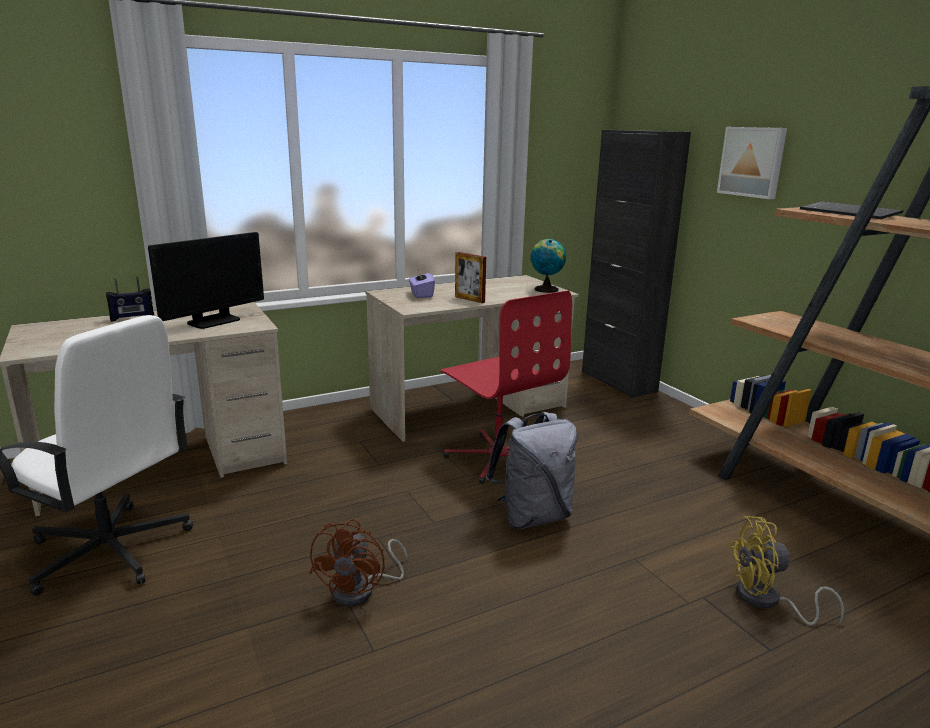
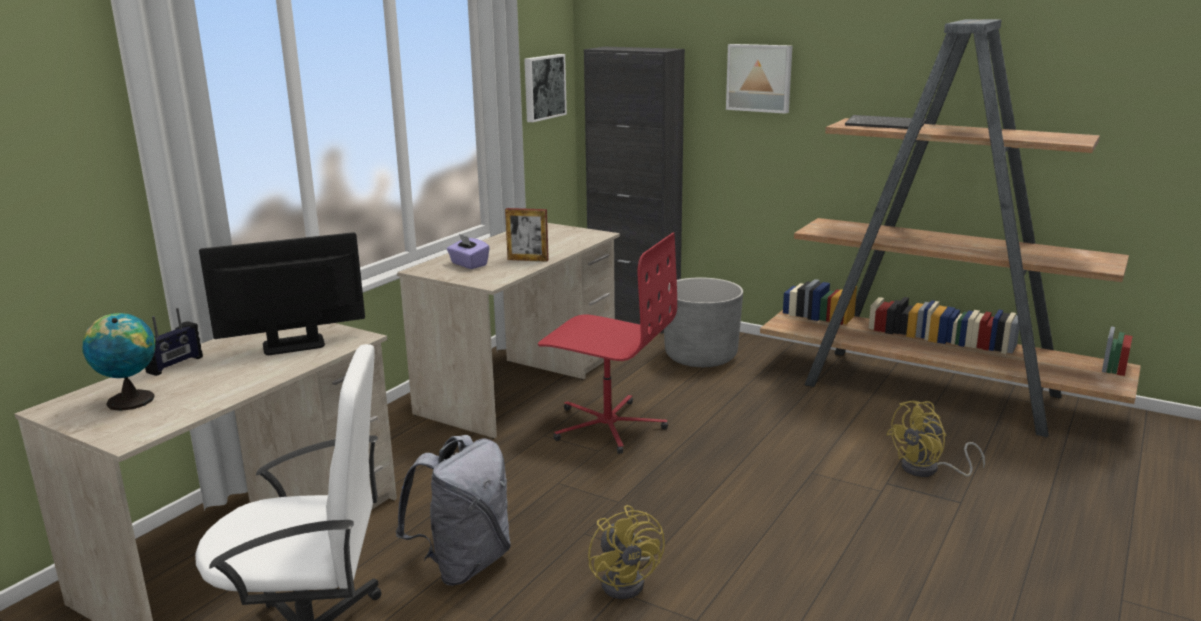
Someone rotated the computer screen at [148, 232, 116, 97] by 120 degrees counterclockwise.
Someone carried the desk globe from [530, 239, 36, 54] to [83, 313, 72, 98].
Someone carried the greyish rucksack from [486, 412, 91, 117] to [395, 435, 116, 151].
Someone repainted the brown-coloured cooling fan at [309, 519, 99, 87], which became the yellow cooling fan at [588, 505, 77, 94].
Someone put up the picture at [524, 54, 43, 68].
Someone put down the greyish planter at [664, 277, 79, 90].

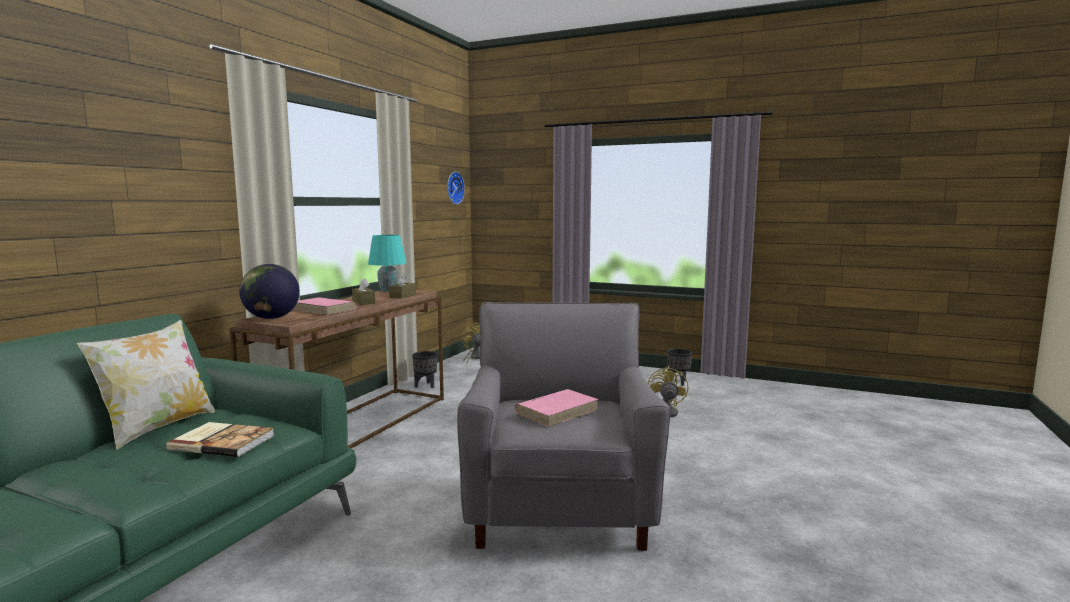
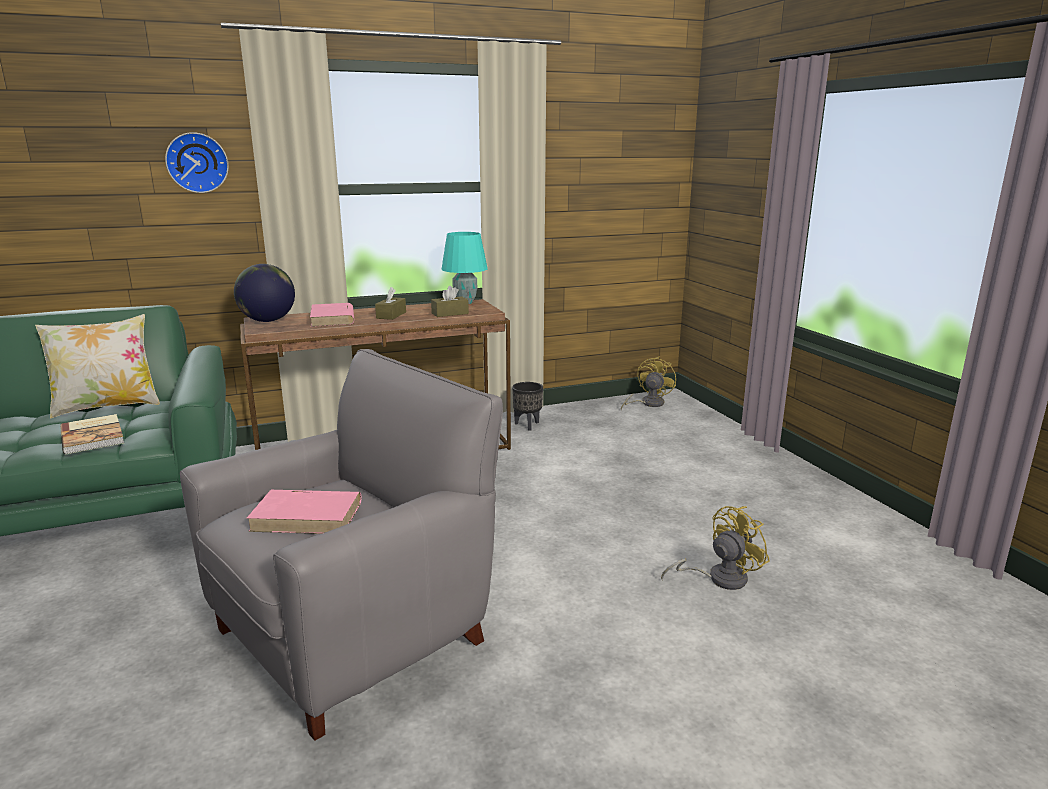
Someone carried the wall clock from [447, 172, 18, 33] to [165, 132, 64, 61].
Someone took away the blackish planter at [667, 348, 25, 38].

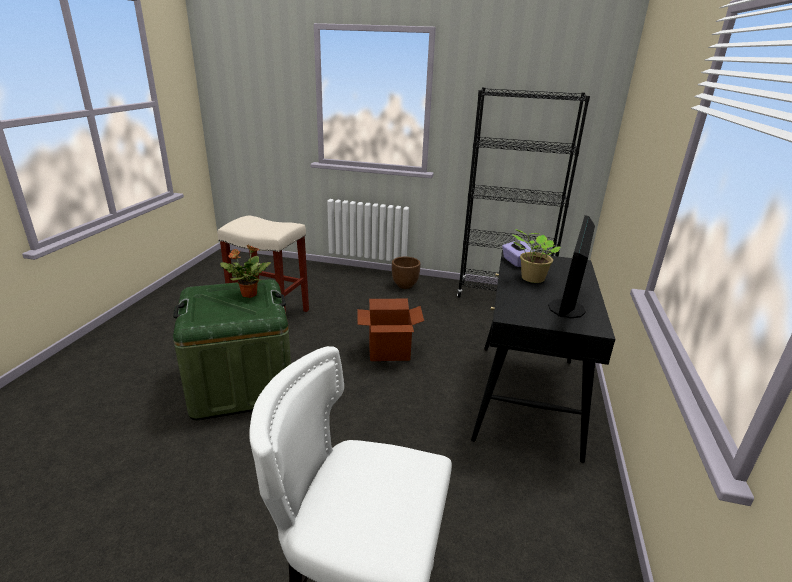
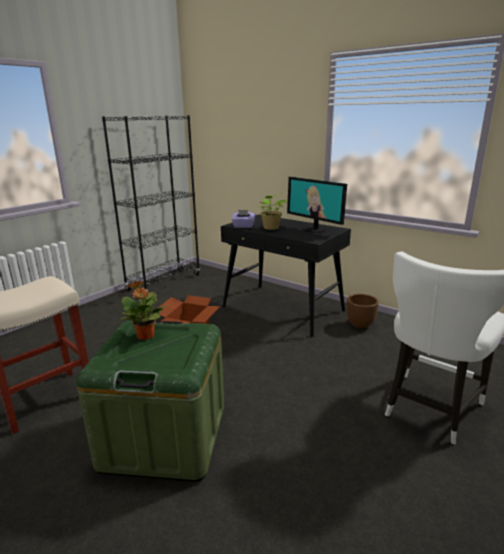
Someone carried the brown-coloured planter from [392, 257, 29, 32] to [347, 294, 32, 35].

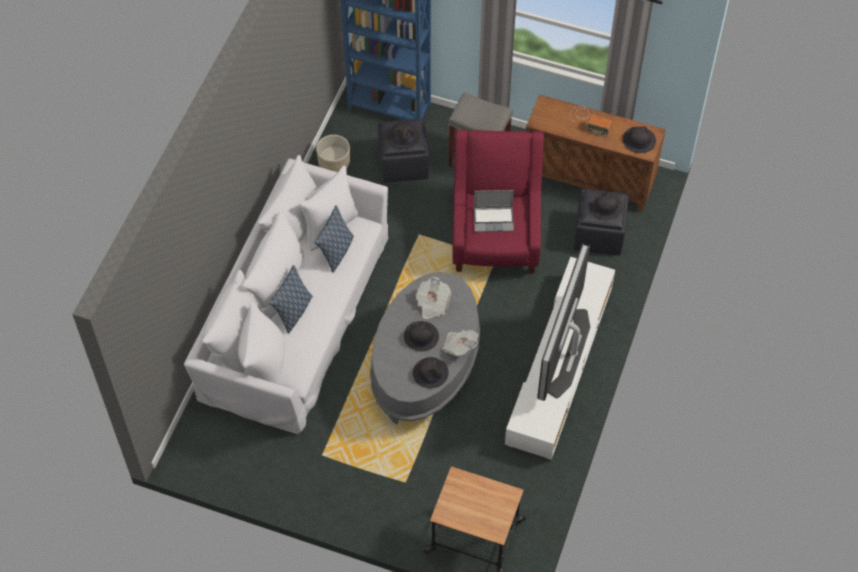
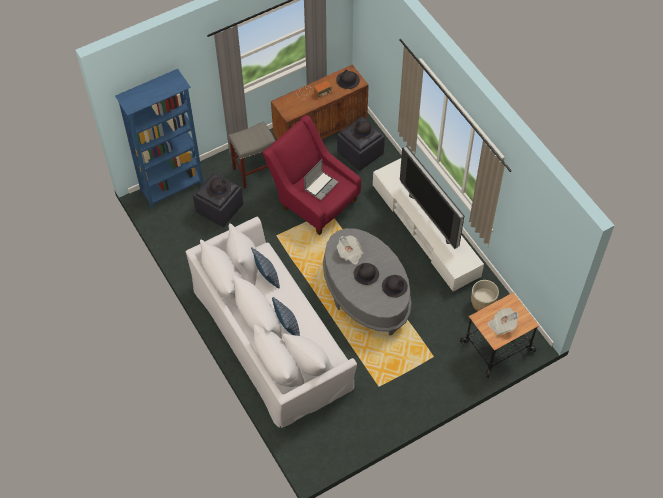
Someone carried the beige-coloured planter from [316, 135, 34, 37] to [471, 280, 28, 31].
Someone carried the printed paper from [442, 330, 37, 26] to [488, 308, 31, 27].

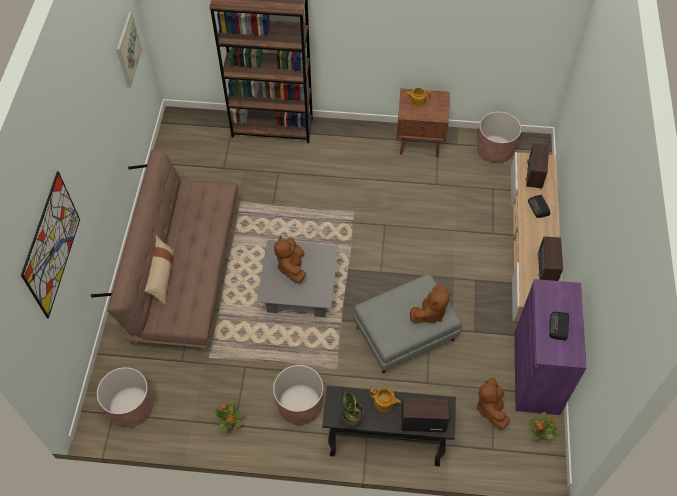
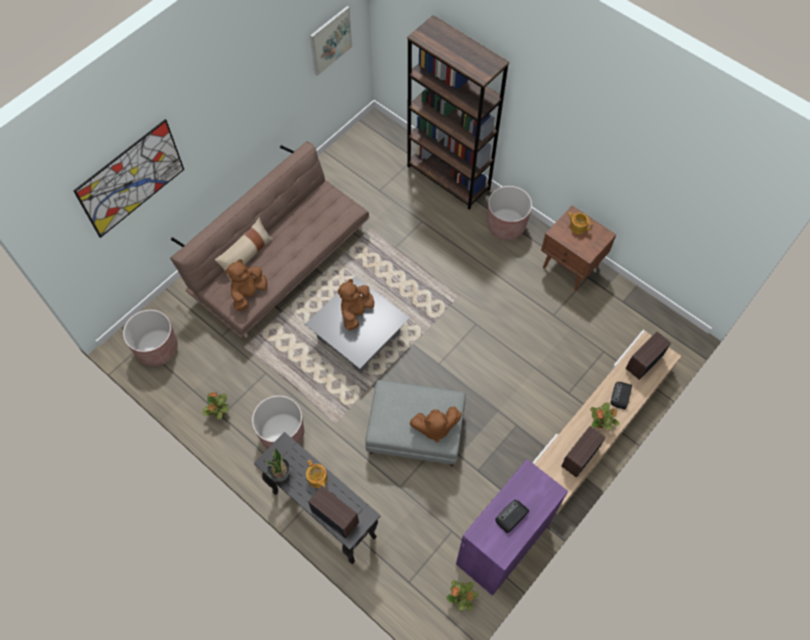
Someone carried the brown-coloured planter from [477, 111, 44, 52] to [487, 186, 45, 54].
Someone carried the brown-coloured soft toy from [476, 378, 34, 51] to [225, 259, 42, 52].
Someone put down the potted plant at [590, 403, 30, 27].

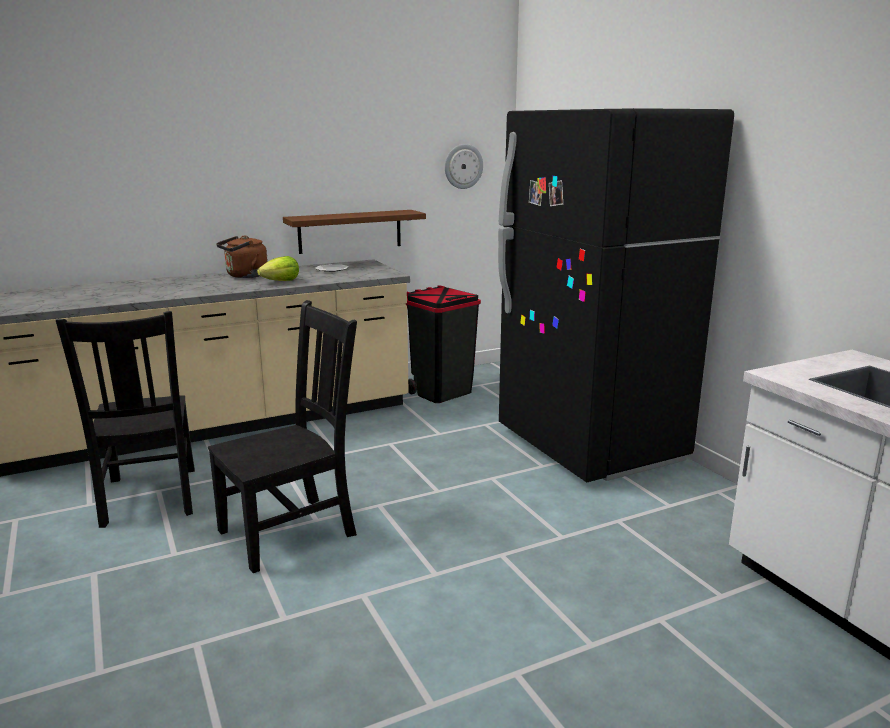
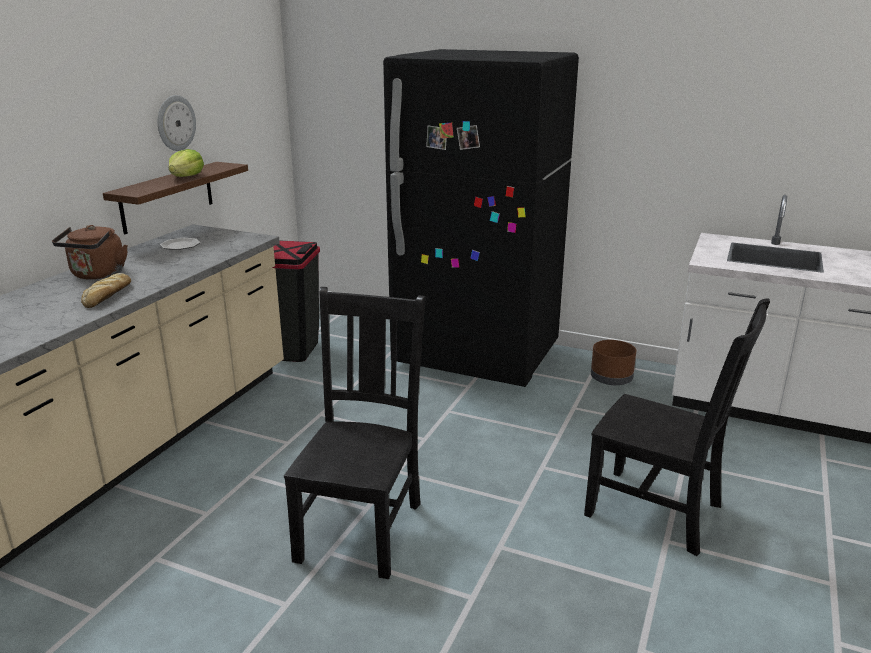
Someone carried the wall clock from [445, 144, 38, 45] to [158, 95, 38, 56].
Someone carried the lettuce from [257, 256, 42, 25] to [169, 149, 35, 28].
Someone carried the blackish plain chair from [56, 311, 139, 217] to [584, 298, 186, 258].
Someone put down the bakery bread at [81, 273, 50, 35].
Someone put down the brown-coloured planter at [591, 340, 45, 45].

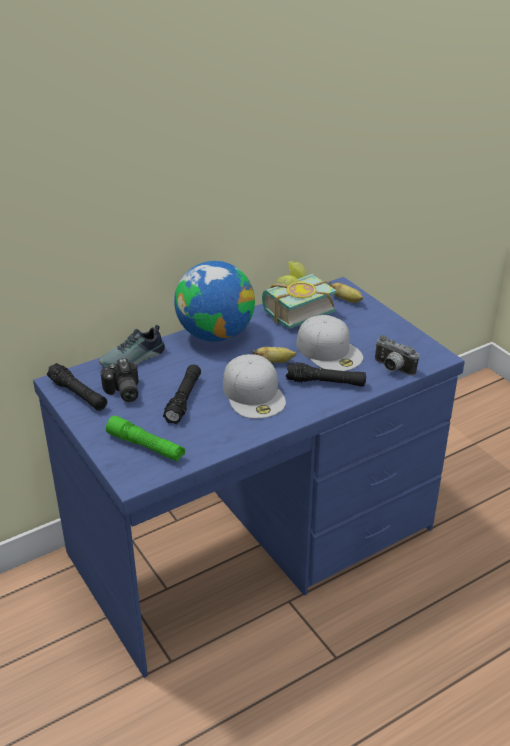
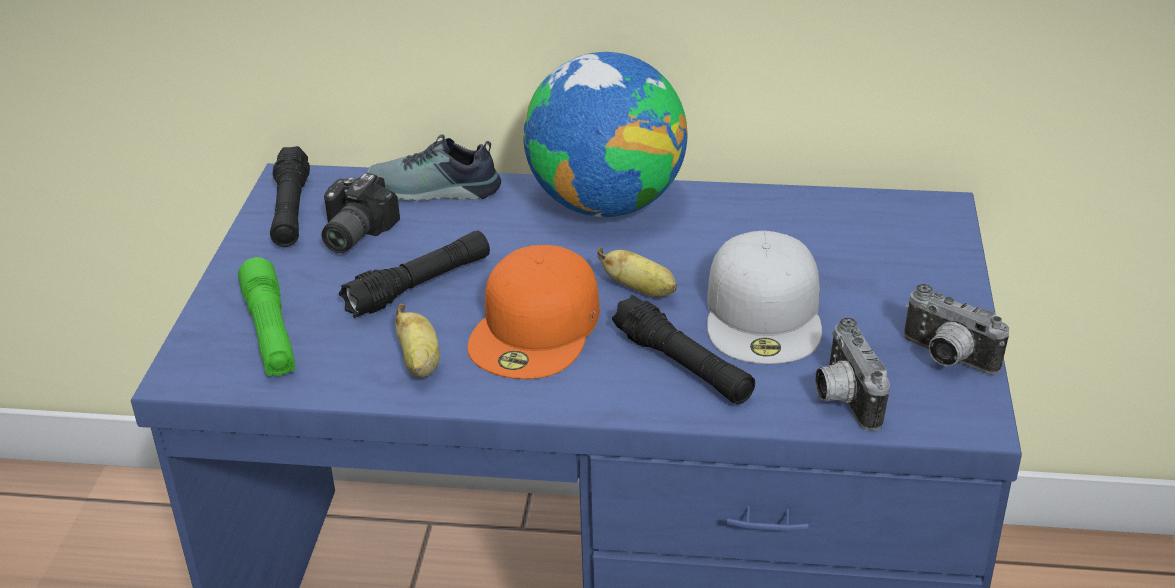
Someone took away the book at [262, 261, 75, 68].
Someone carried the whole banana from [329, 281, 34, 22] to [396, 304, 44, 74].
Someone repainted the whitish cap at [223, 354, 63, 65], which became the orangey cap at [467, 245, 133, 134].
Someone put down the photo camera at [904, 284, 105, 91].

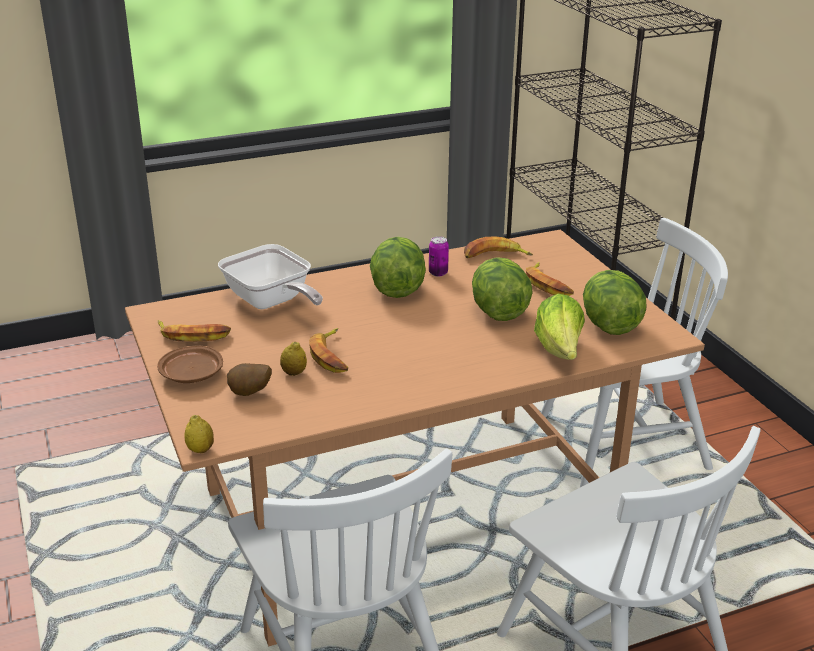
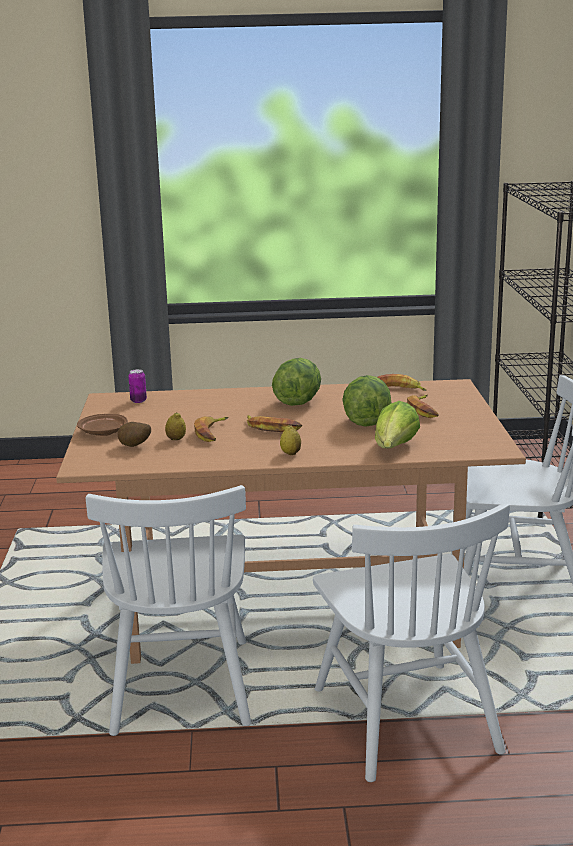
Someone carried the sealed can from [429, 236, 20, 40] to [128, 369, 19, 34].
Someone took away the pan at [218, 244, 105, 65].
Someone took away the lettuce at [583, 270, 64, 65].
Someone carried the whole banana from [158, 320, 73, 22] to [247, 415, 55, 17].
Someone carried the citrus fruit from [184, 415, 30, 38] to [280, 425, 21, 30].

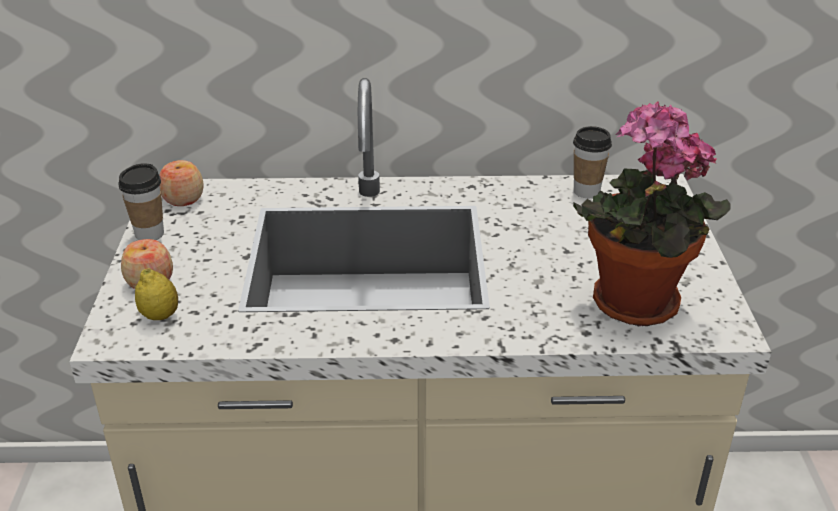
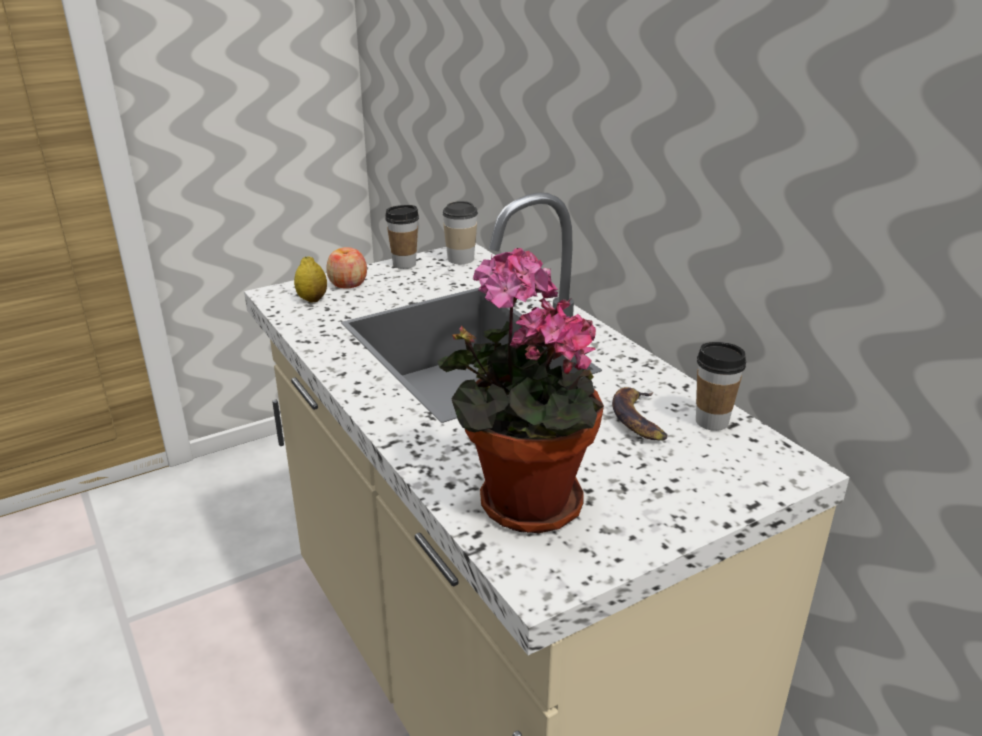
Someone swapped the whole apple at [159, 160, 45, 46] for the drinking cup at [442, 201, 36, 63].
Someone put down the whole banana at [612, 387, 55, 53].

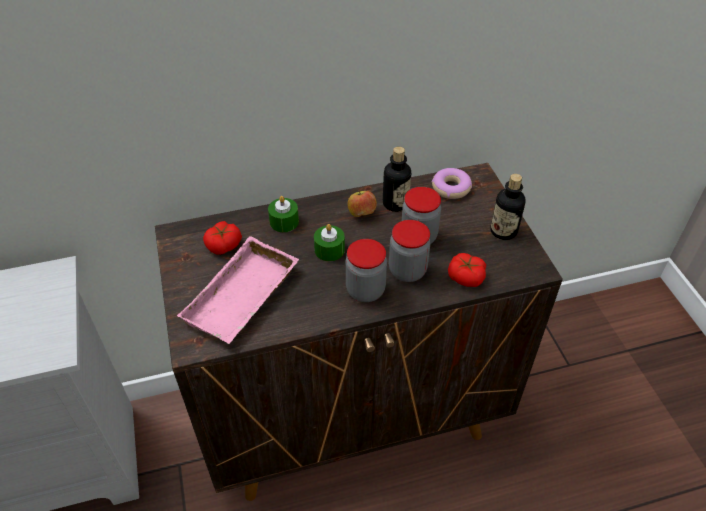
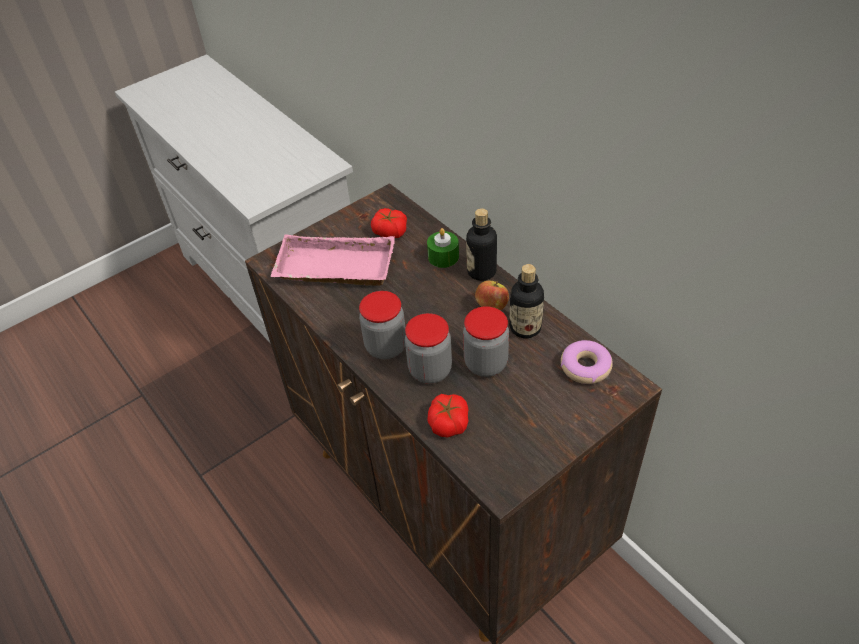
Someone carried the beverage bottle from [490, 174, 36, 66] to [466, 208, 31, 73].
Someone took away the green candle at [314, 224, 31, 37].

